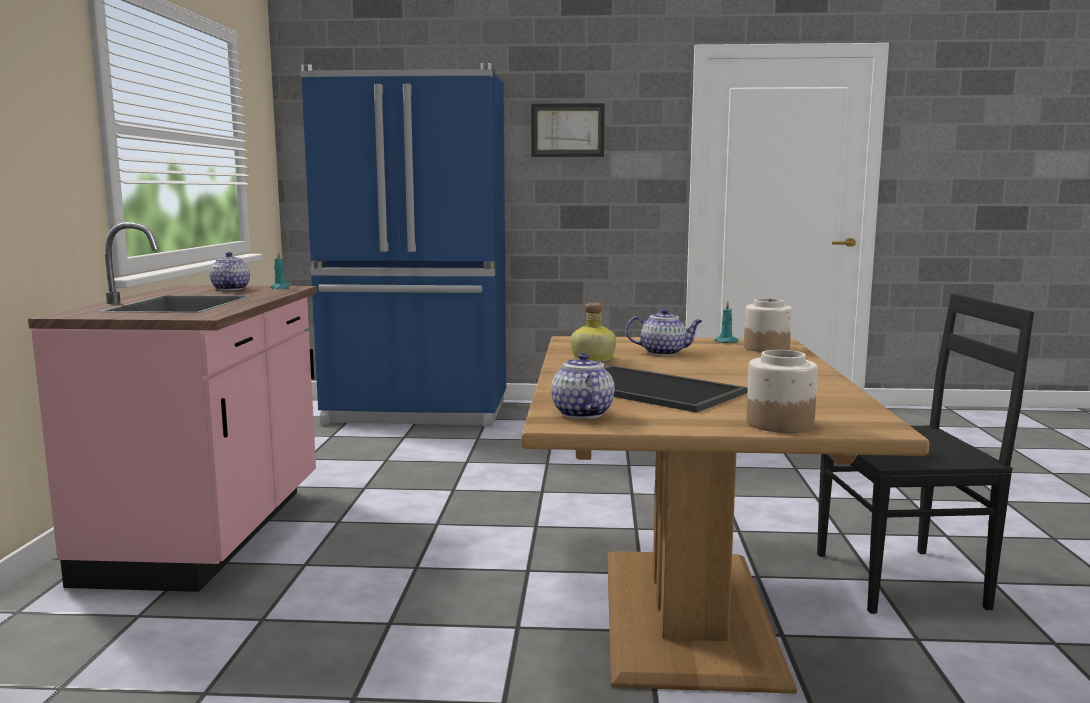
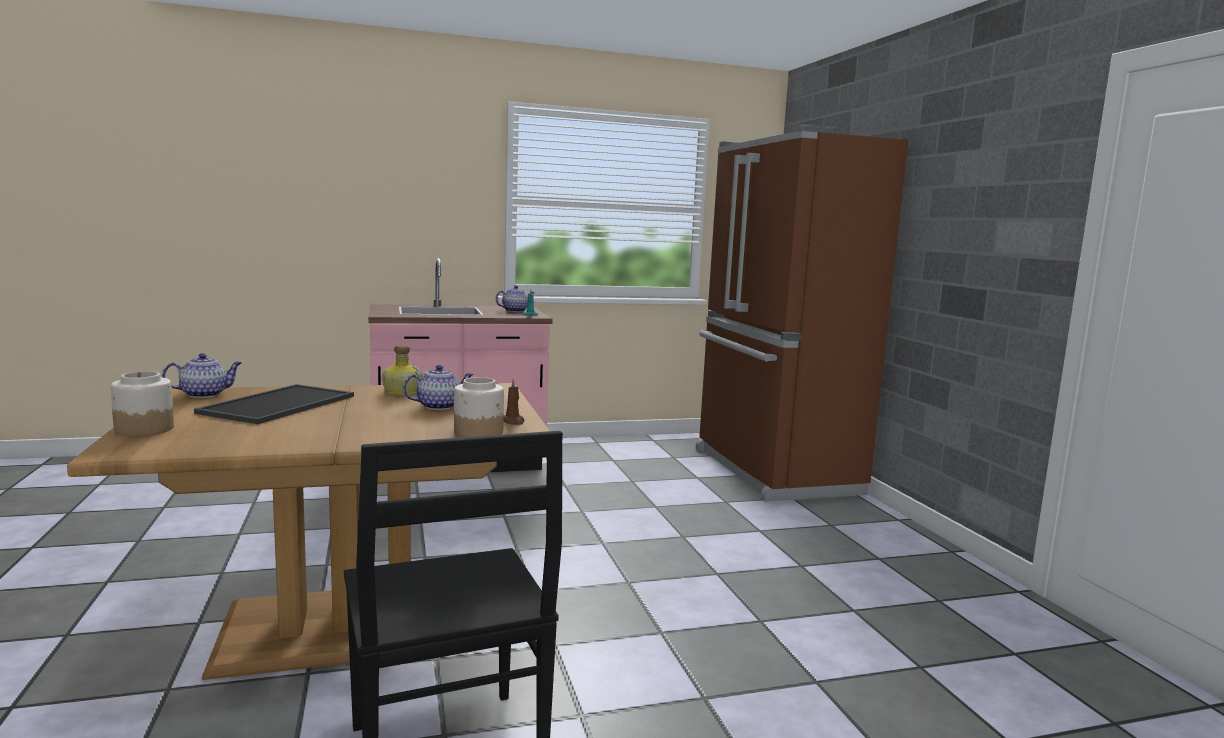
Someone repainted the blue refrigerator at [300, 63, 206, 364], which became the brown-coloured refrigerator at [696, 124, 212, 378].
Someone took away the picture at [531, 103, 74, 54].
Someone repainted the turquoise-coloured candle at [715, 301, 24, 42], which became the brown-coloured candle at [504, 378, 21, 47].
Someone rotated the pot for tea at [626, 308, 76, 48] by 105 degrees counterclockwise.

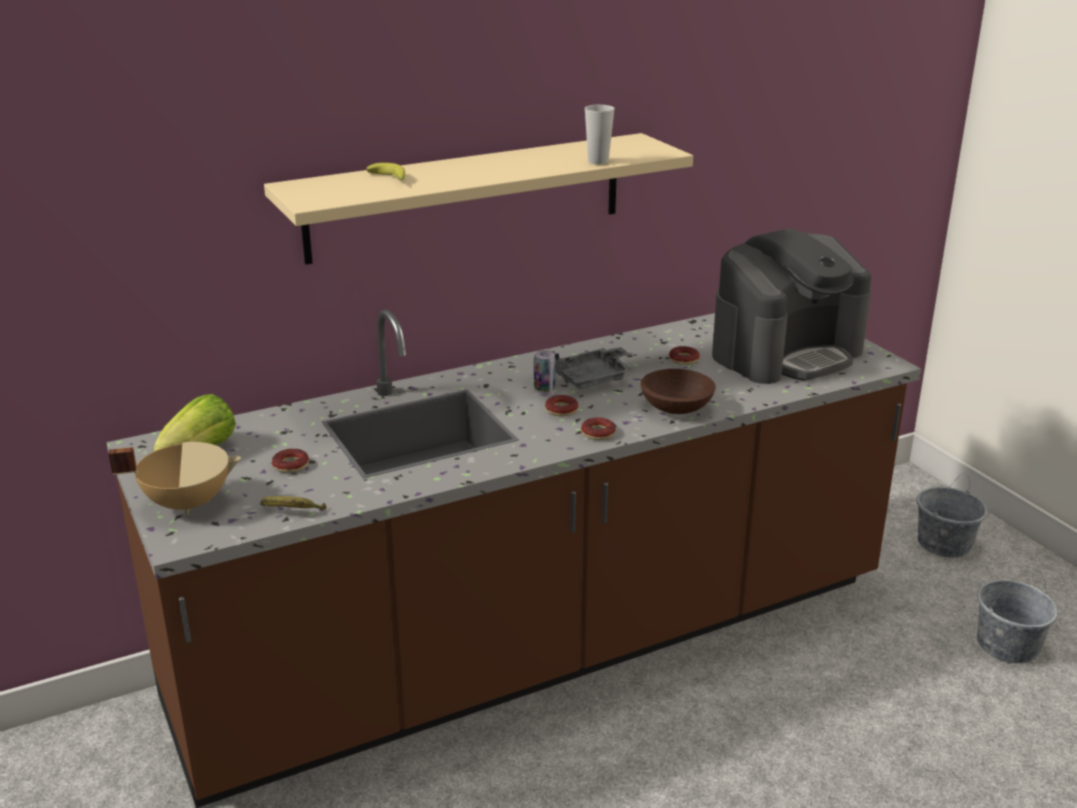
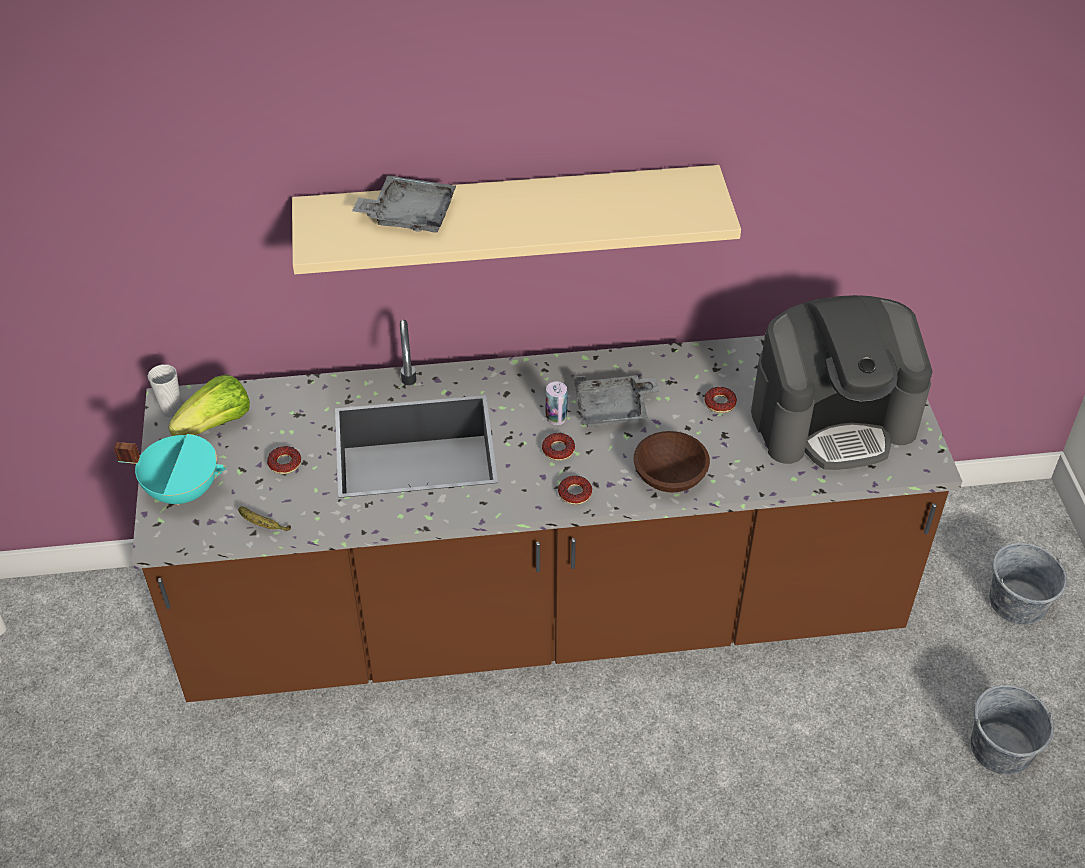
Someone carried the drinking cup from [585, 105, 29, 59] to [148, 364, 33, 53].
Someone swapped the whole banana at [366, 163, 39, 17] for the greyish tray at [352, 175, 104, 58].
Someone repainted the beige-coloured saucepot at [109, 442, 132, 73], which became the turquoise-coloured saucepot at [114, 434, 113, 71].

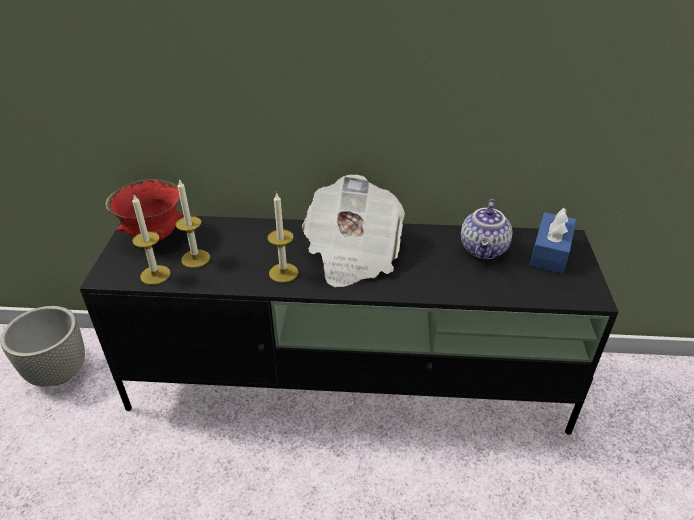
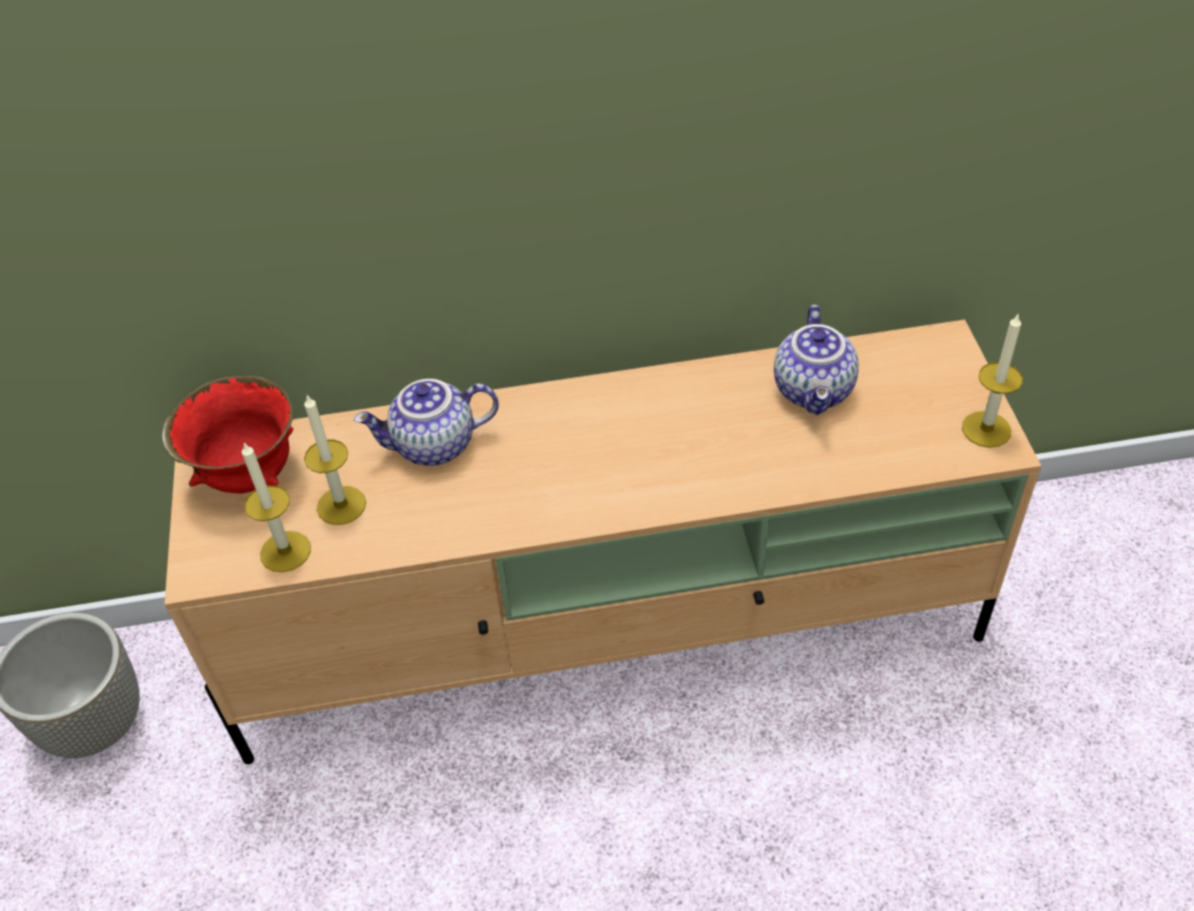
Someone took away the printed paper at [302, 175, 103, 112].
Someone carried the candle from [267, 192, 31, 91] to [962, 313, 61, 135].
Someone took away the blue tissue holder at [530, 208, 46, 66].
Someone repainted the blackish media console at [79, 215, 540, 220], which became the beige-coloured media console at [165, 320, 876, 444].
Someone put down the pot for tea at [354, 379, 145, 87].

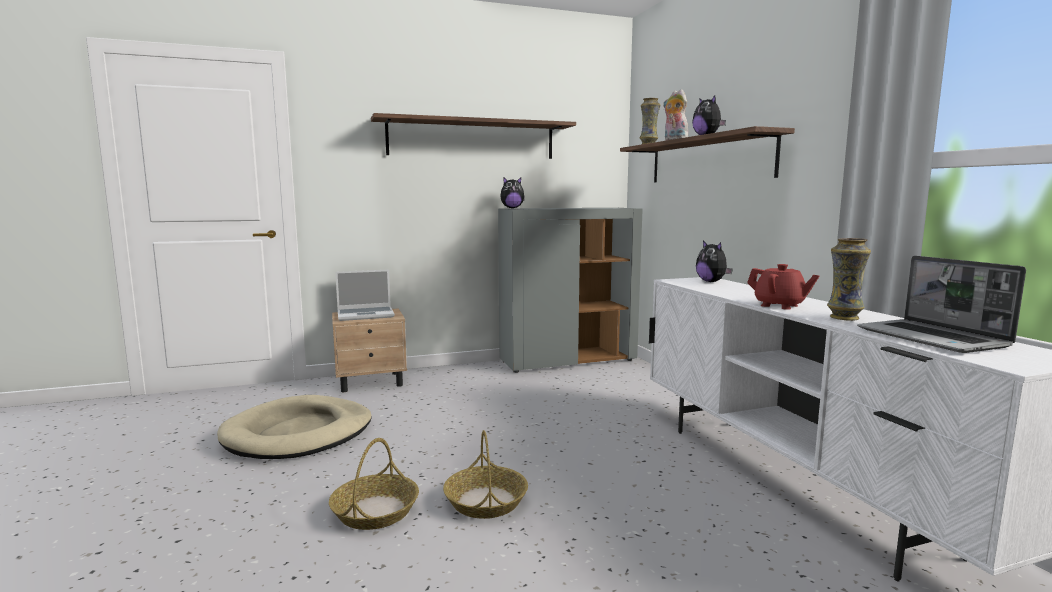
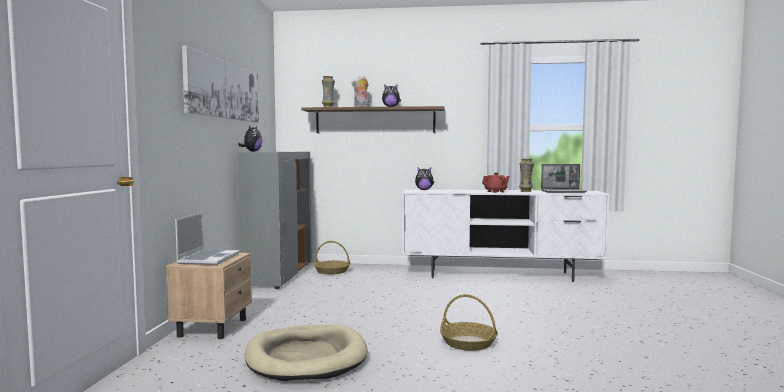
Someone swapped the bracket shelf at [371, 113, 205, 46] for the picture at [182, 46, 77, 77].
Someone carried the storage basket from [443, 430, 85, 89] to [314, 241, 36, 33].

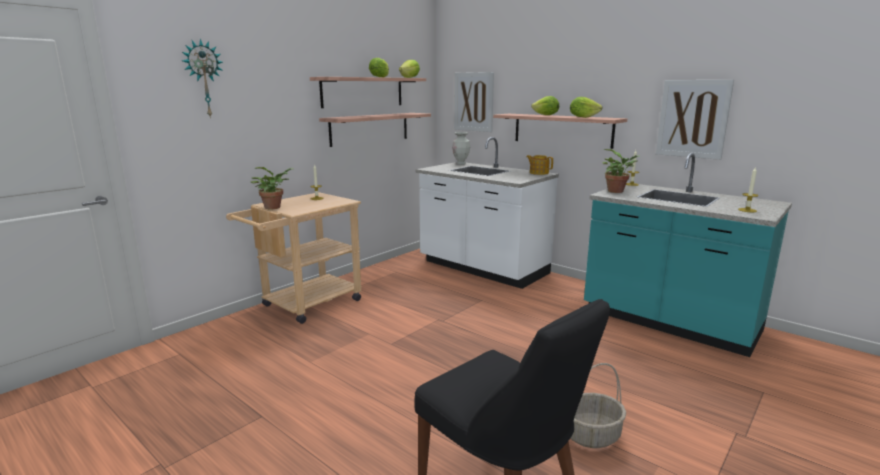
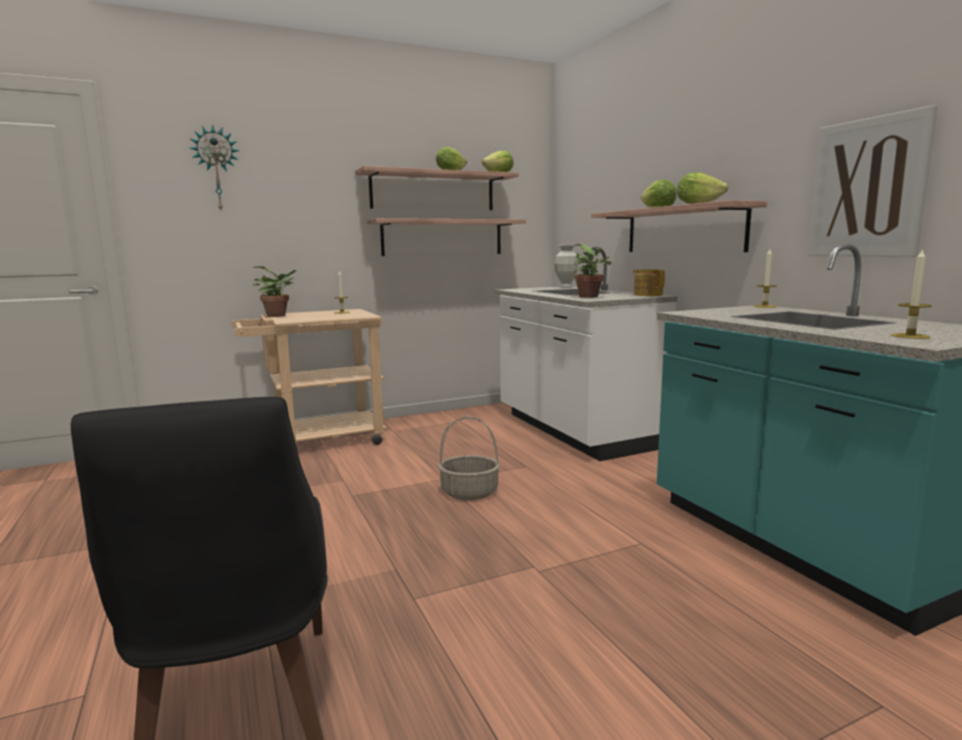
Someone took away the picture at [454, 72, 40, 60].
Someone carried the potted plant from [602, 149, 38, 44] to [574, 244, 37, 54].
Someone carried the storage basket from [570, 363, 56, 85] to [438, 417, 62, 83].

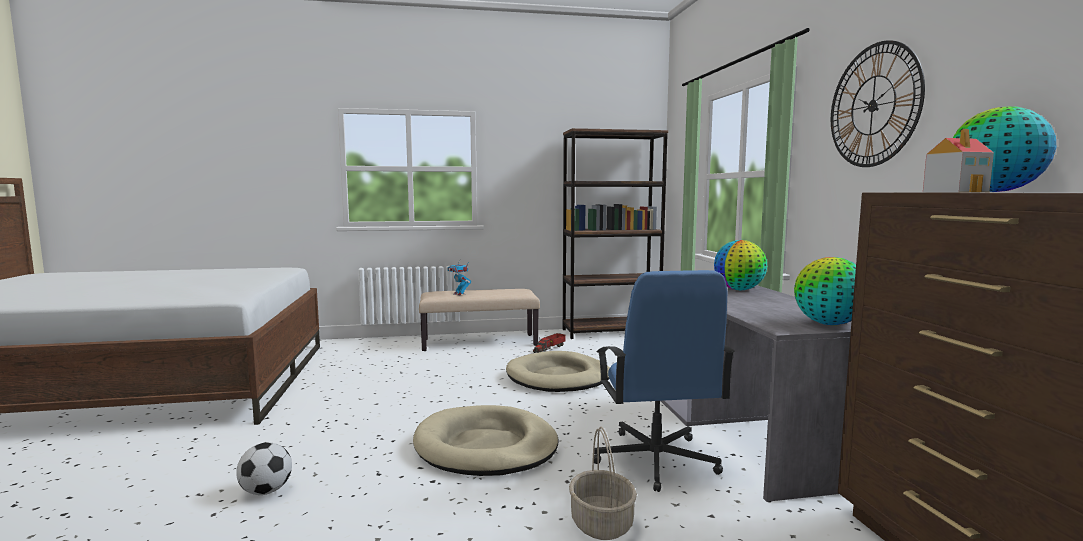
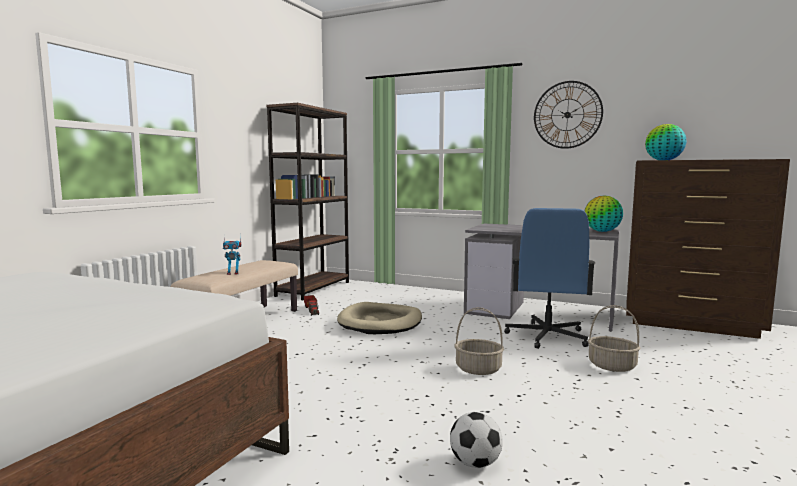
Someone took away the toy house at [923, 129, 71, 63].
Someone took away the desk globe at [714, 240, 53, 50].
Someone rotated the blue computer chair at [594, 270, 141, 222] by 75 degrees clockwise.
Someone swapped the beige-coloured dog cushion at [413, 405, 145, 71] for the storage basket at [455, 307, 49, 68].

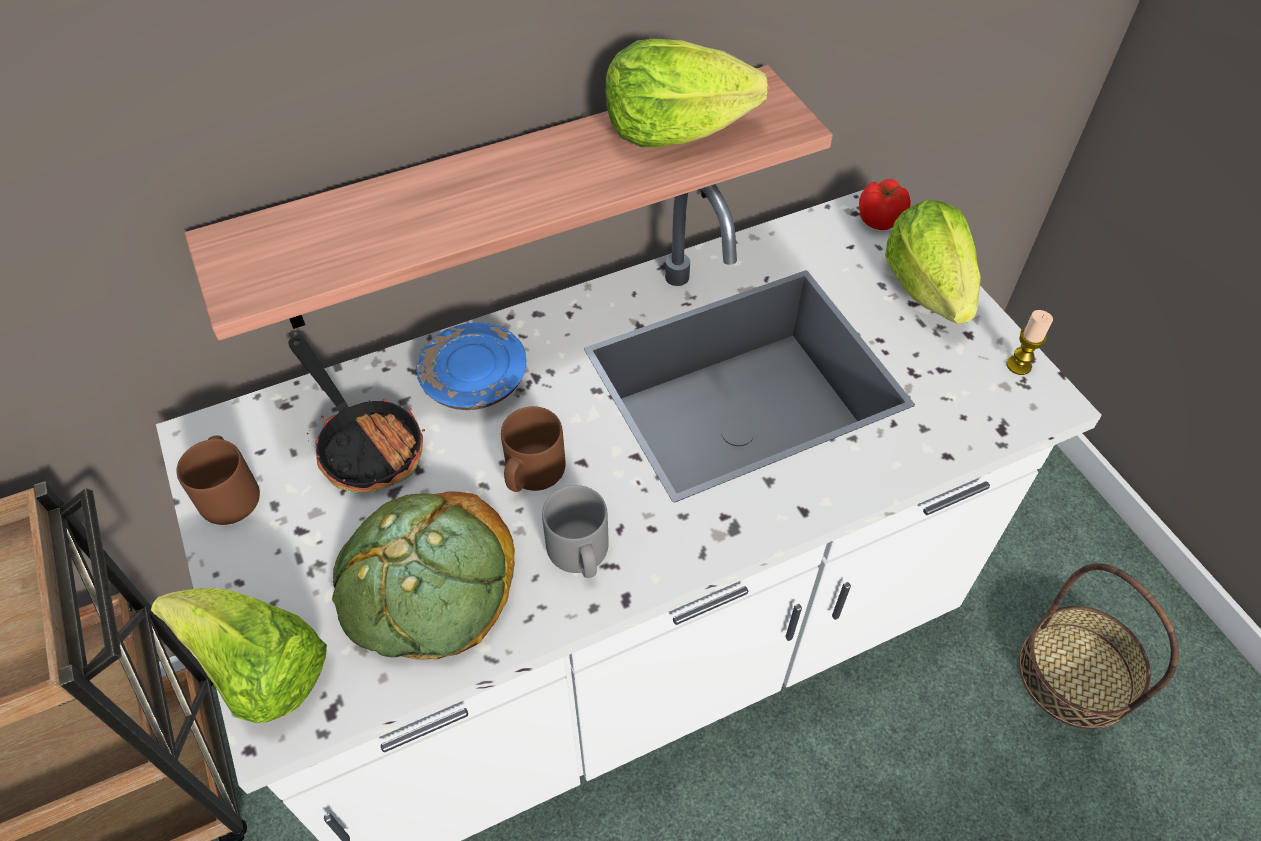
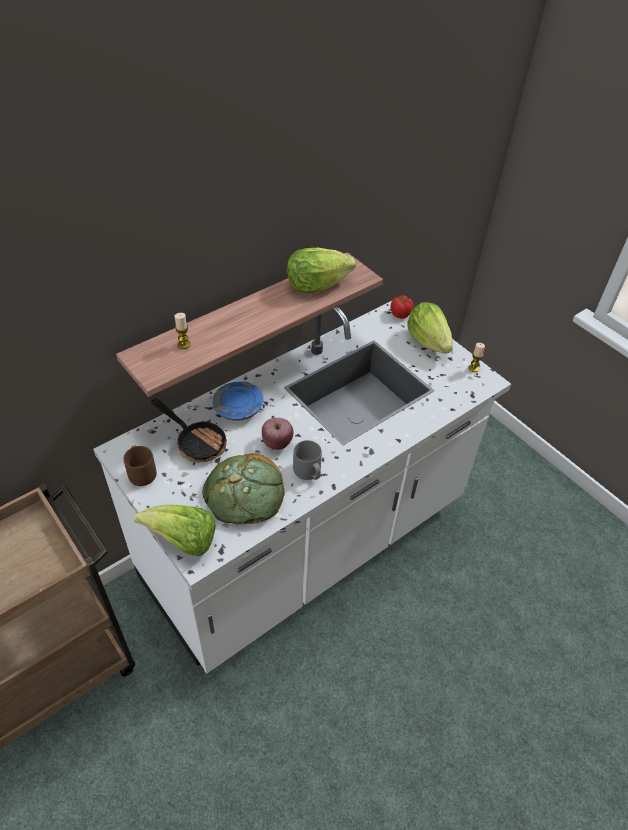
Someone swapped the brown-coloured mug at [501, 406, 65, 86] for the whole apple at [262, 418, 31, 32].
Someone took away the storage basket at [1019, 563, 160, 166].
Someone put down the candle at [175, 313, 16, 36].

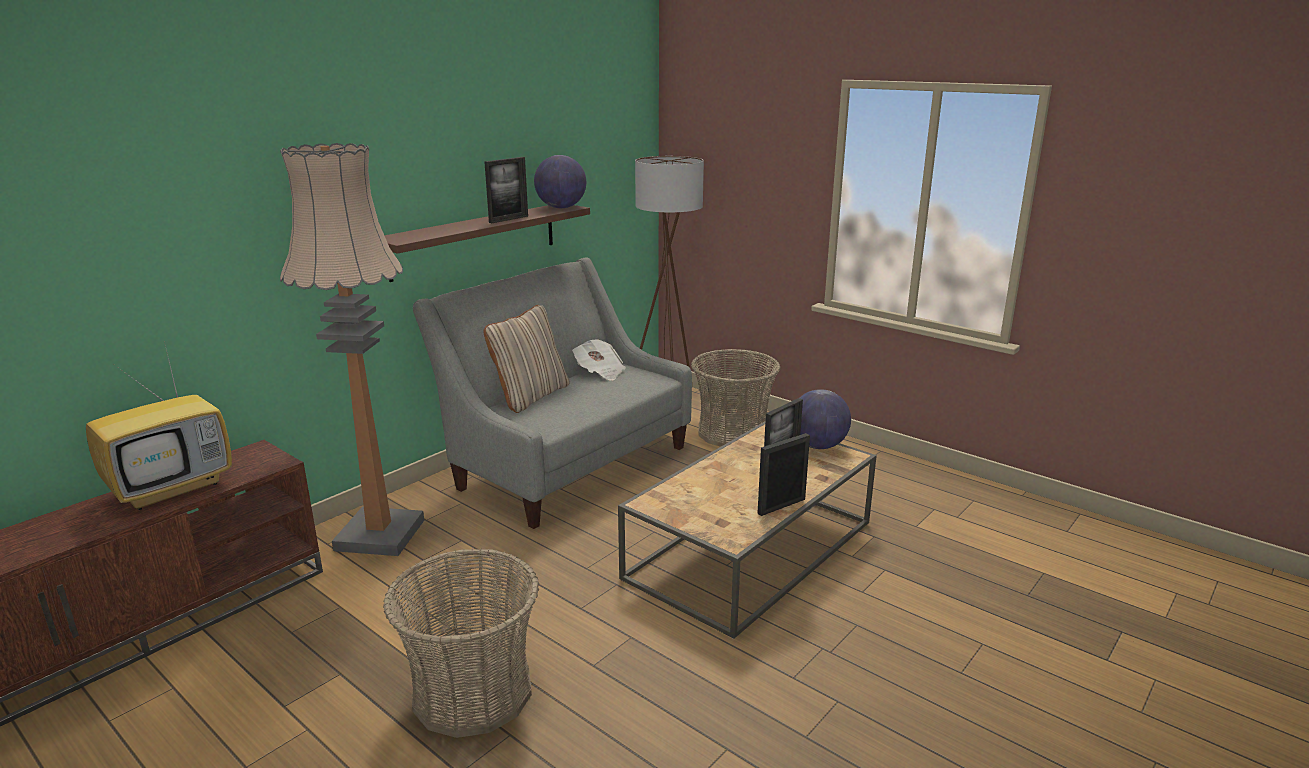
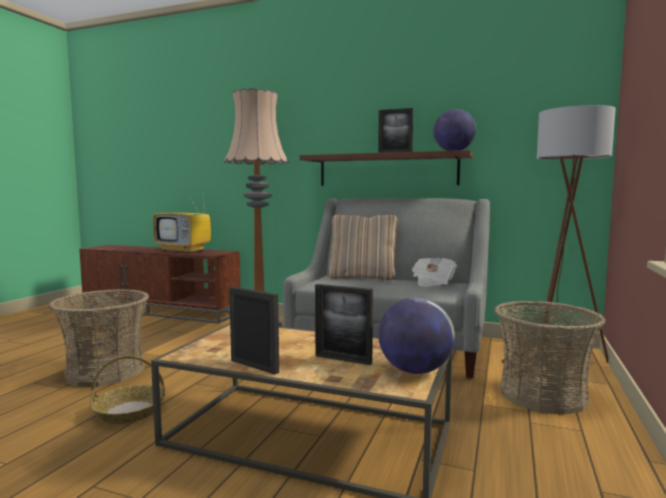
Someone put down the storage basket at [90, 355, 75, 69].

